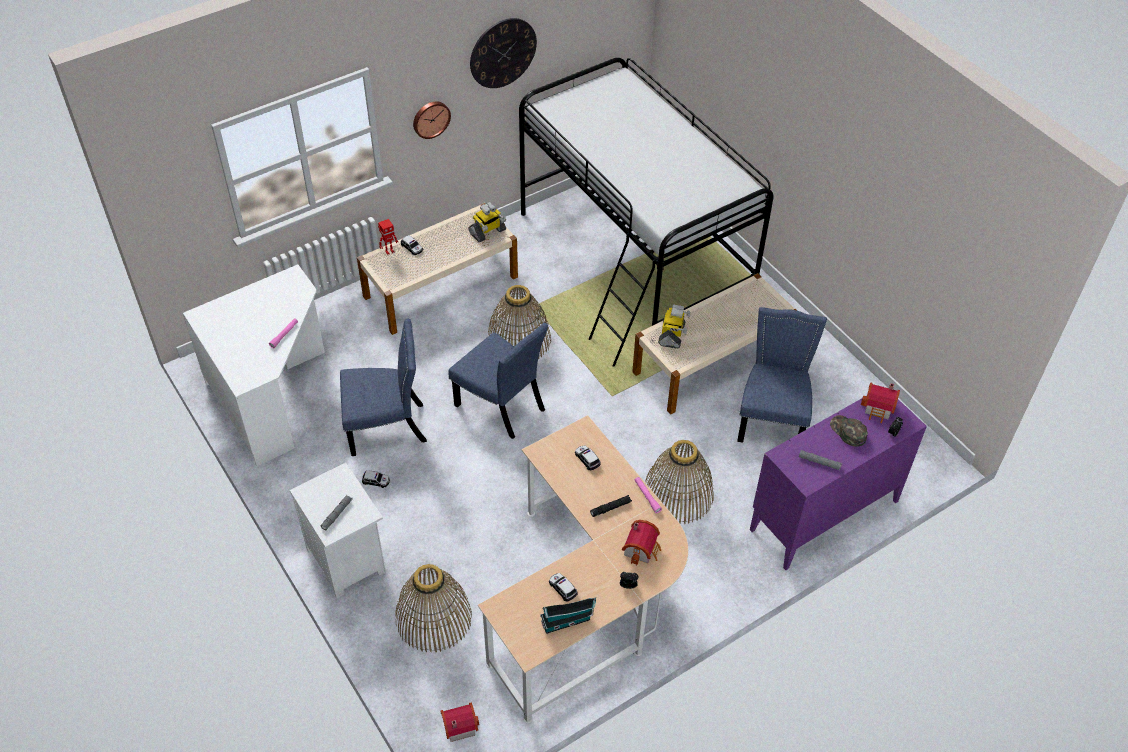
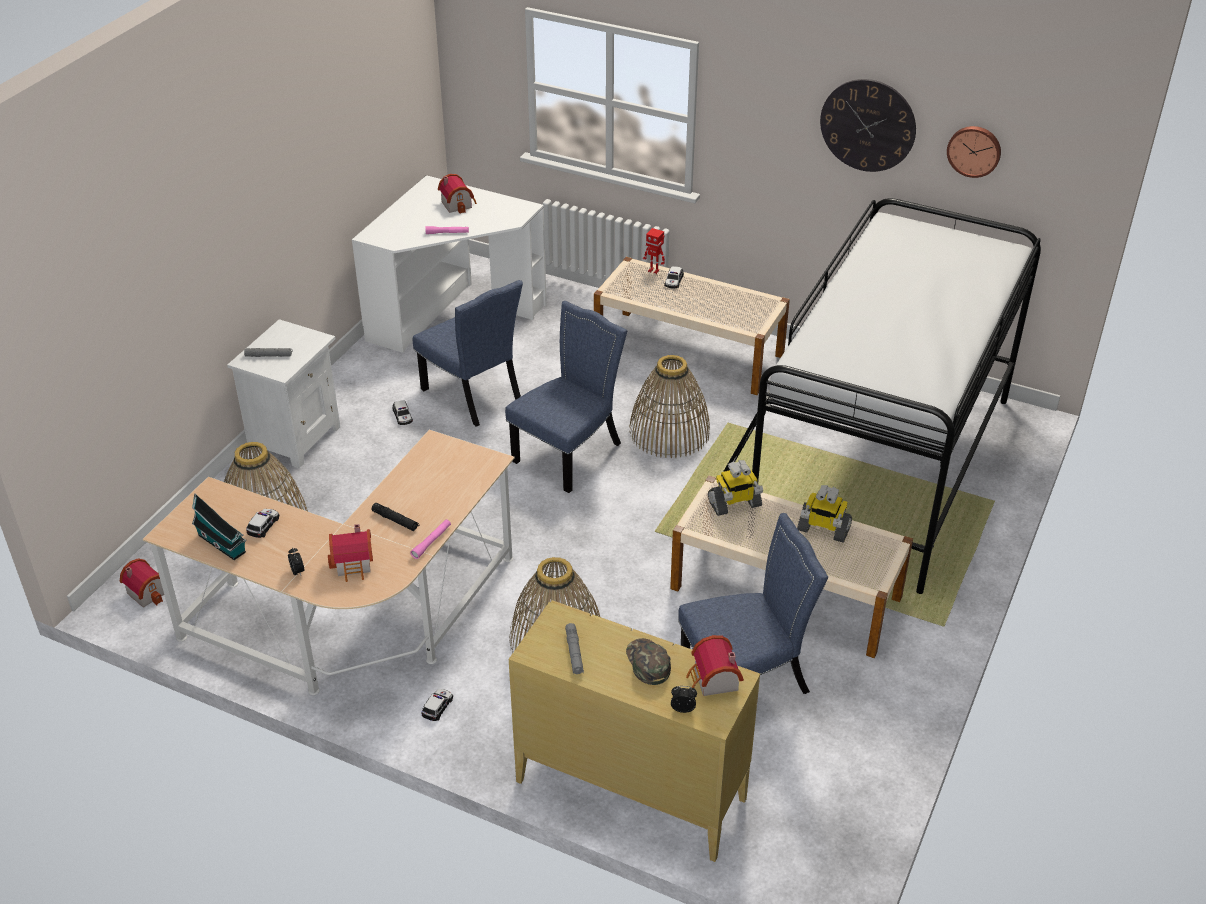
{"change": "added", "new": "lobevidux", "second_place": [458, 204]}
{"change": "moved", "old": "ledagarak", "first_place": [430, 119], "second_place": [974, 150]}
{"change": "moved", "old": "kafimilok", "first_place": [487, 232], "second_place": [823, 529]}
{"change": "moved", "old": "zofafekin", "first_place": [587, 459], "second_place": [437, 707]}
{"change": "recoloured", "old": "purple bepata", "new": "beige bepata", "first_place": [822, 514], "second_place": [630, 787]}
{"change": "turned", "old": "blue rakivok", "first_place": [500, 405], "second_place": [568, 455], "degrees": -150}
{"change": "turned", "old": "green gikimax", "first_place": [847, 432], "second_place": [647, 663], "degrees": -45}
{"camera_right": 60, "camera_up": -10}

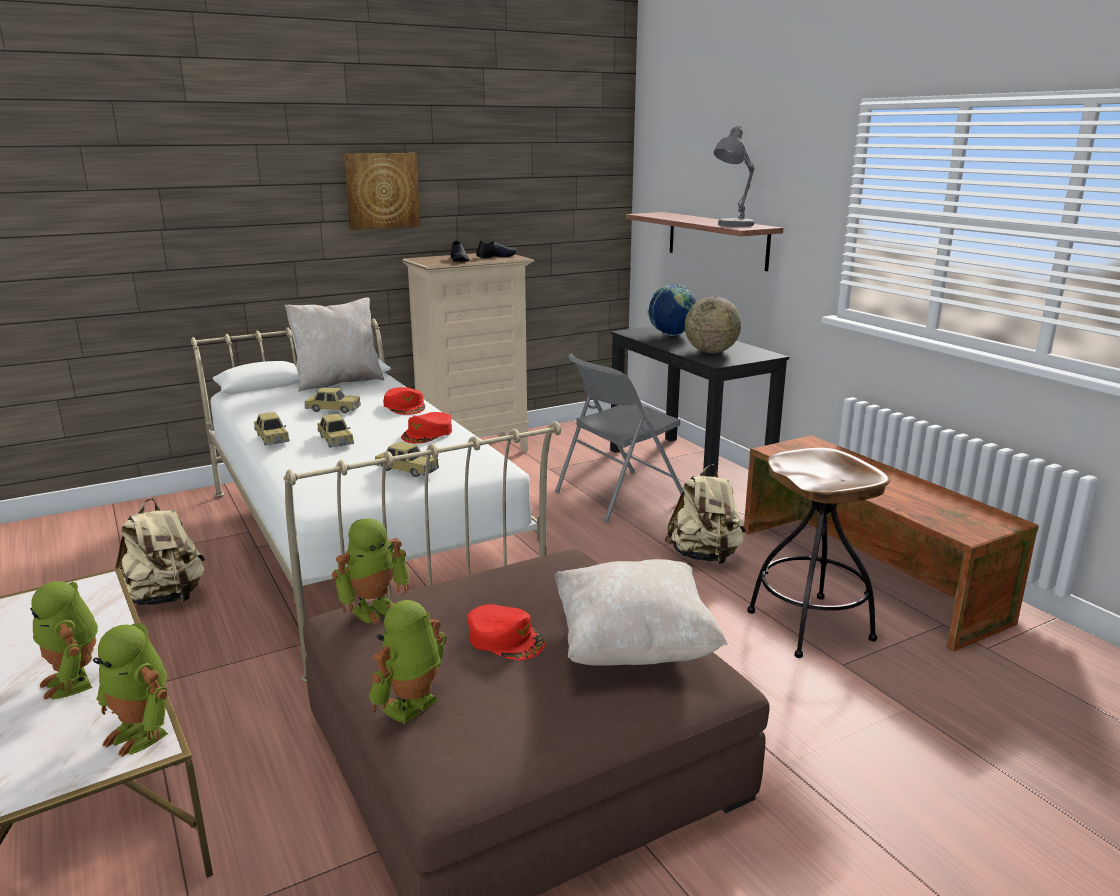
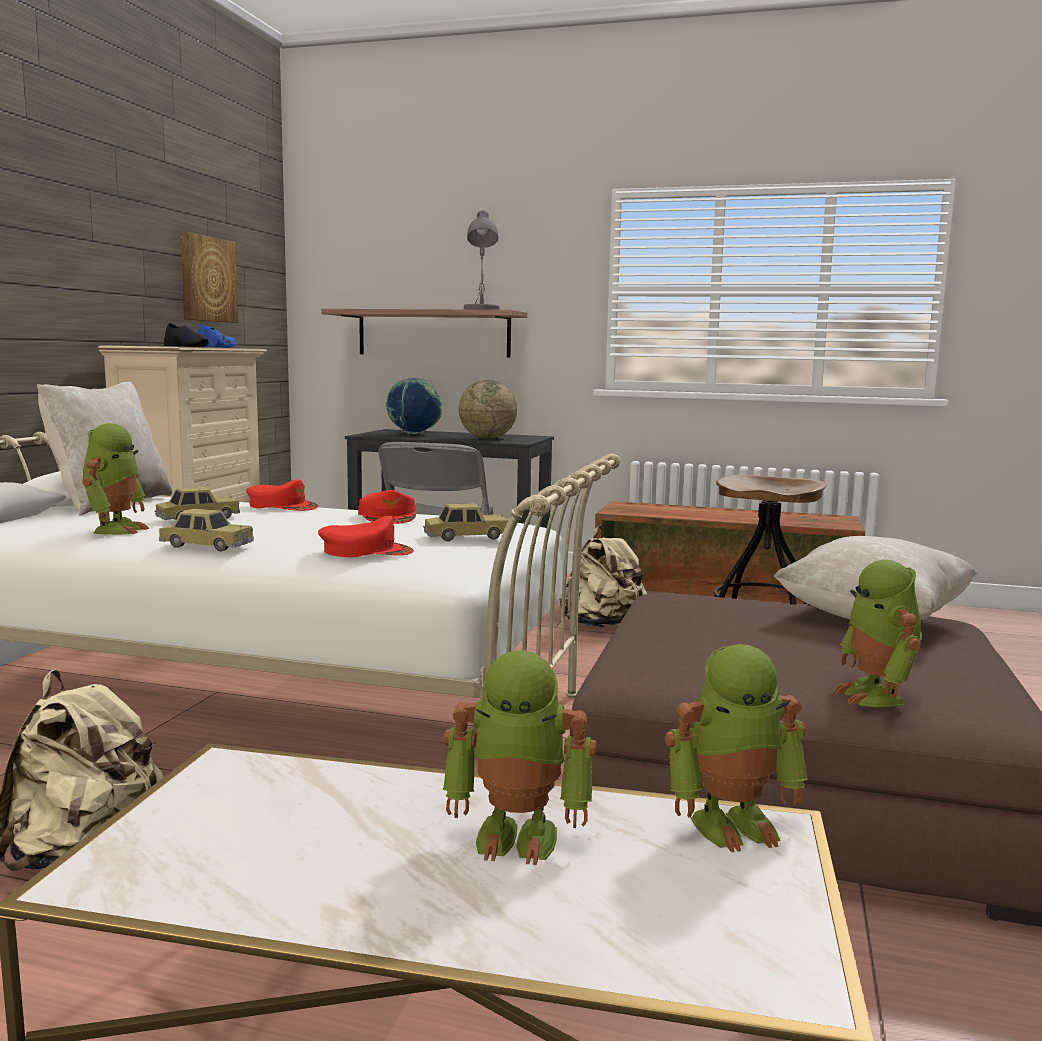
{"change": "removed", "old": "zofafekin", "first_place": [335, 440]}
{"change": "moved", "old": "kafimilok", "first_place": [374, 609], "second_place": [115, 530]}
{"change": "moved", "old": "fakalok", "first_place": [382, 190], "second_place": [207, 279]}
{"change": "moved", "old": "red gikimax", "first_place": [505, 639], "second_place": [366, 551]}
{"change": "recoloured", "old": "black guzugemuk", "new": "blue guzugemuk", "first_place": [496, 256], "second_place": [216, 347]}
{"camera_right": -45, "camera_up": -10}

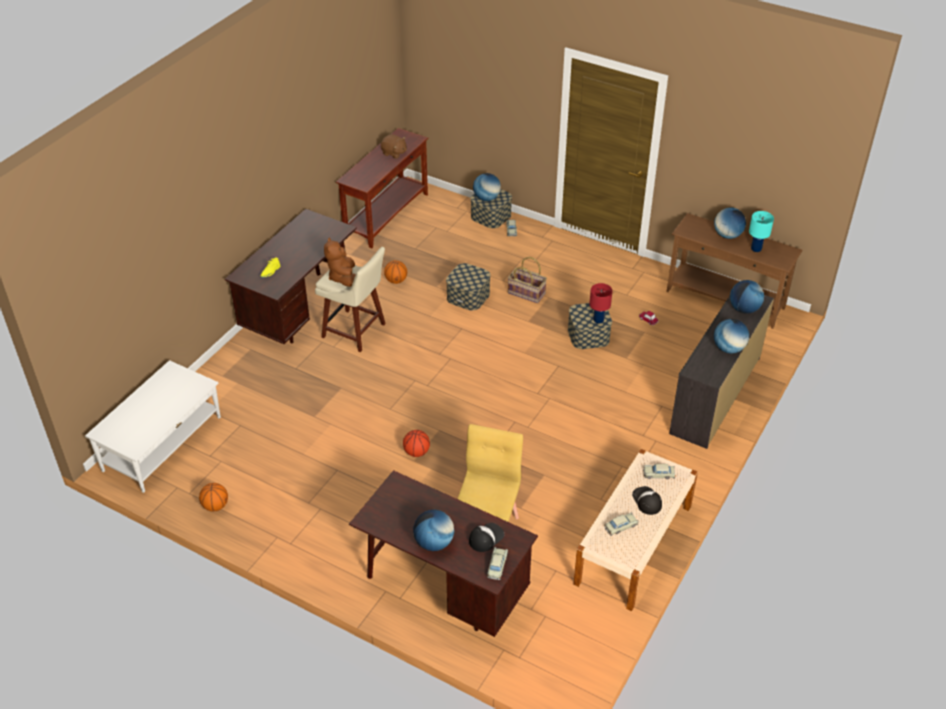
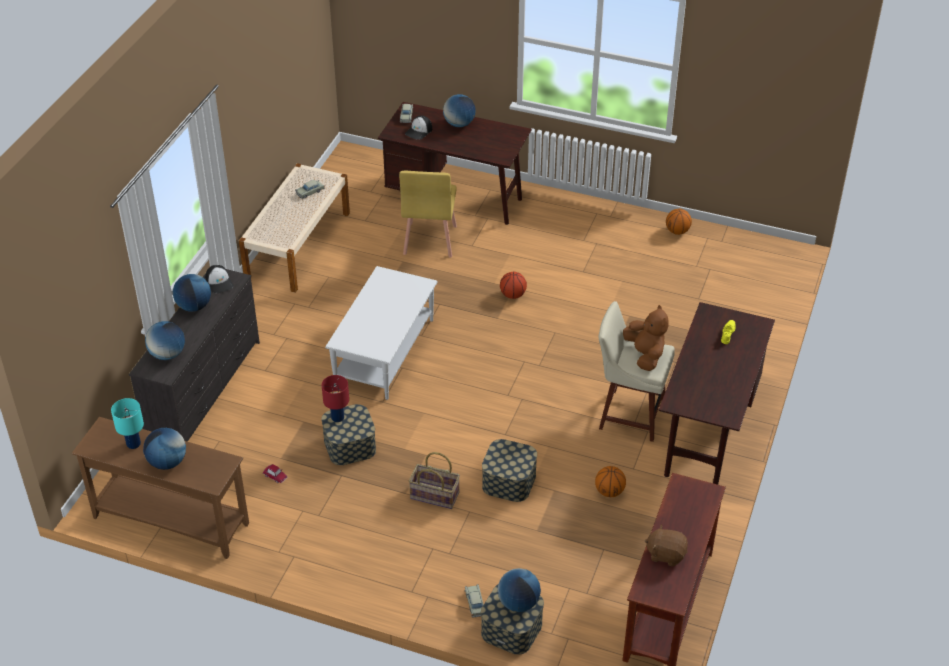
{"change": "removed", "old": "beige zofafekin", "first_place": [659, 474]}
{"change": "moved", "old": "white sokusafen", "first_place": [163, 443], "second_place": [384, 353]}
{"change": "moved", "old": "gikimax", "first_place": [646, 501], "second_place": [219, 282]}
{"camera_right": 170, "camera_up": 0}

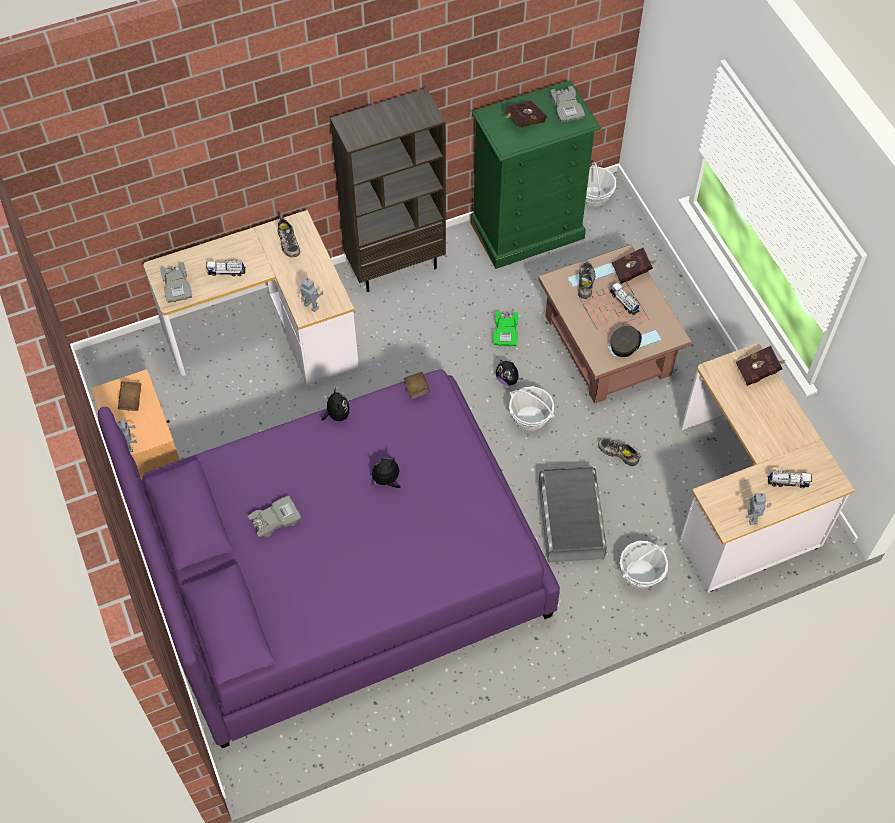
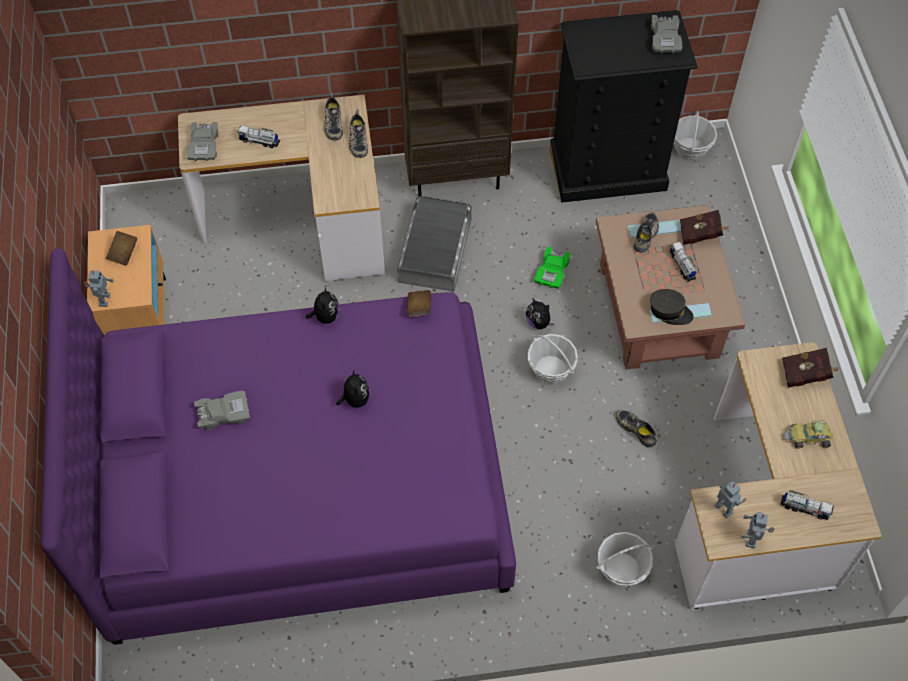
{"change": "removed", "old": "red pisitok", "first_place": [523, 122]}
{"change": "added", "new": "guzugemuk", "second_place": [357, 140]}
{"change": "added", "new": "zofafekin", "second_place": [808, 438]}
{"change": "moved", "old": "kafimilok", "first_place": [310, 307], "second_place": [722, 510]}
{"change": "moved", "old": "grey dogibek", "first_place": [571, 519], "second_place": [435, 250]}
{"change": "recoloured", "old": "green bepata", "new": "black bepata", "first_place": [528, 230], "second_place": [608, 170]}
{"change": "turned", "old": "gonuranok", "first_place": [386, 481], "second_place": [355, 399], "degrees": 90}
{"change": "turned", "old": "grey gikimax", "first_place": [625, 344], "second_place": [670, 311], "degrees": 60}
{"camera_right": 15, "camera_up": 0}

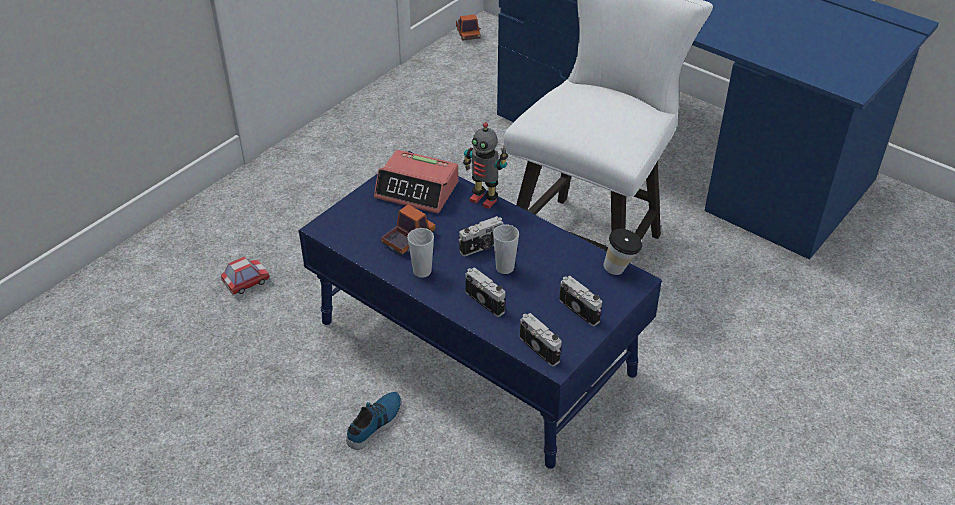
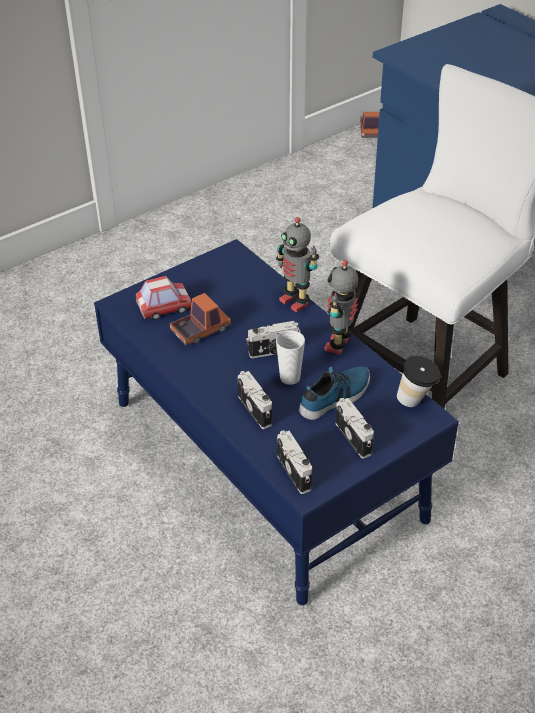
{"change": "removed", "old": "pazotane", "first_place": [417, 190]}
{"change": "removed", "old": "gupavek", "first_place": [422, 271]}
{"change": "added", "new": "kafimilok", "second_place": [339, 345]}
{"change": "moved", "old": "zofafekin", "first_place": [246, 282], "second_place": [164, 308]}
{"change": "moved", "old": "guzugemuk", "first_place": [376, 424], "second_place": [336, 397]}
{"camera_right": 15, "camera_up": 0}

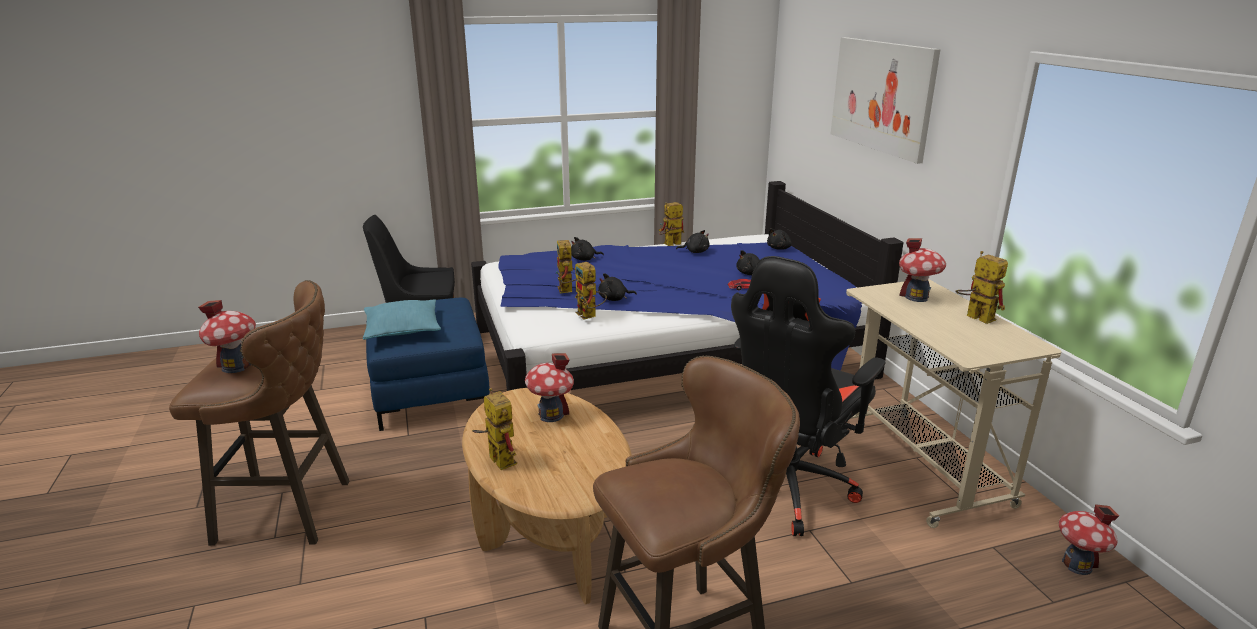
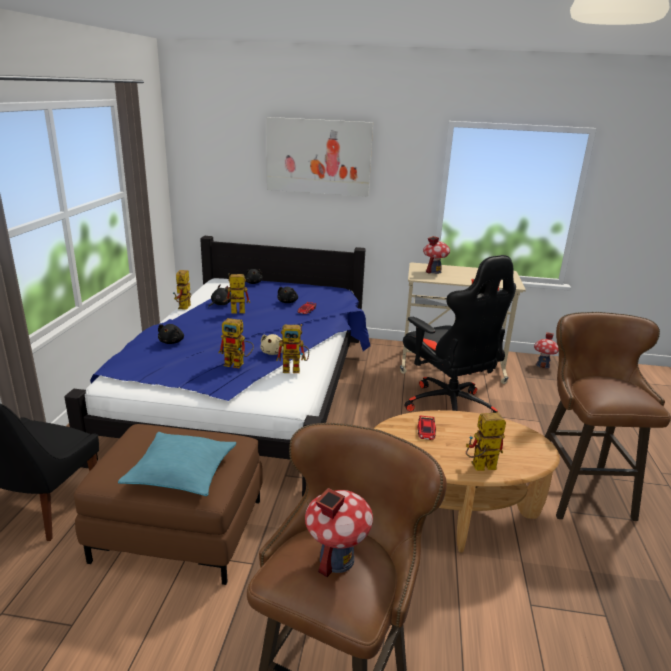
{"change": "moved", "old": "kafimilok", "first_place": [974, 316], "second_place": [234, 312]}
{"change": "replaced", "old": "lobevidux", "new": "zofafekin", "first_place": [551, 415], "second_place": [426, 430]}
{"change": "recoloured", "old": "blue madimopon", "new": "brown madimopon", "first_place": [431, 391], "second_place": [180, 529]}
{"change": "recoloured", "old": "black gonuranok", "new": "beige gonuranok", "first_place": [614, 299], "second_place": [273, 352]}
{"camera_right": -65, "camera_up": 0}

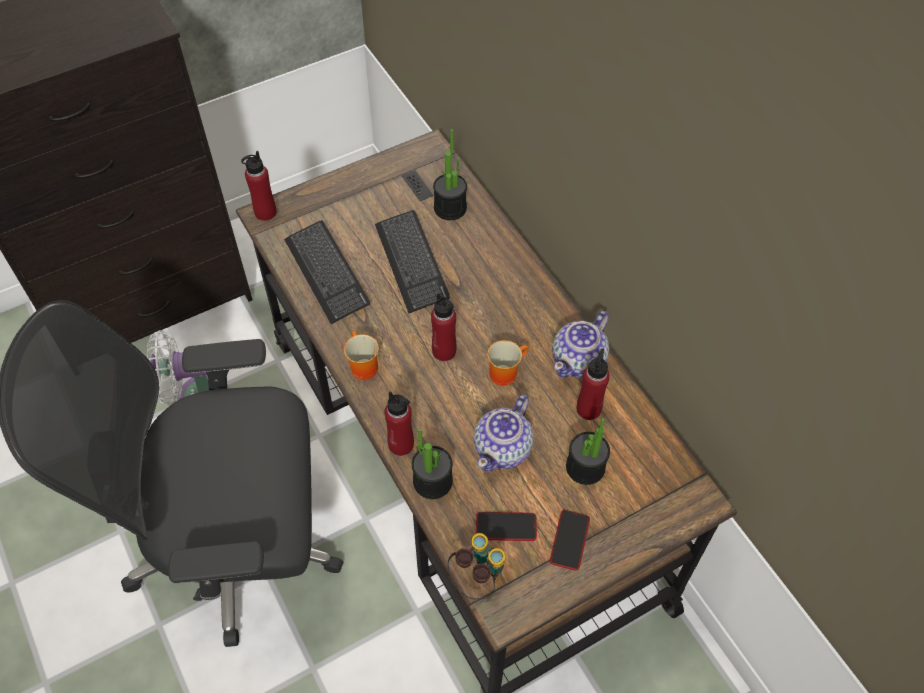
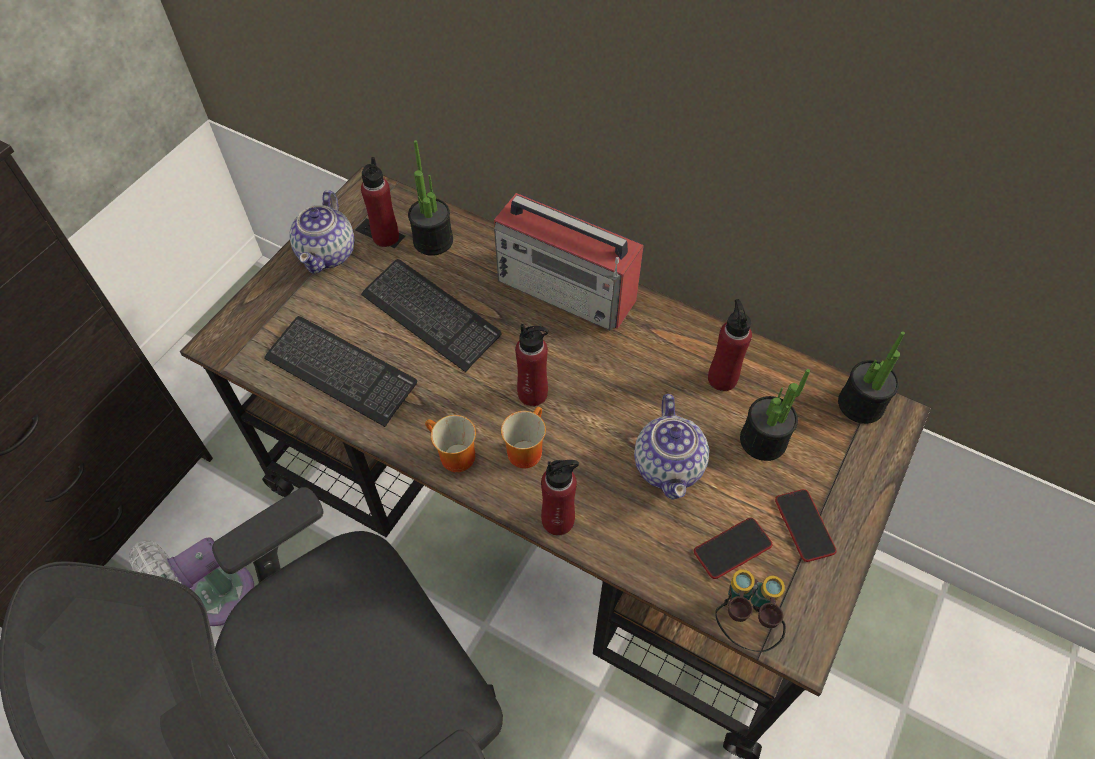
{"change": "added", "new": "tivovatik", "second_place": [567, 290]}
{"change": "moved", "old": "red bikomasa", "first_place": [265, 212], "second_place": [386, 237]}
{"change": "moved", "old": "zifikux", "first_place": [432, 481], "second_place": [860, 404]}
{"change": "moved", "old": "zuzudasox", "first_place": [504, 371], "second_place": [524, 448]}
{"change": "moved", "old": "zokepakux", "first_place": [579, 360], "second_place": [328, 253]}
{"camera_right": -30, "camera_up": 0}

